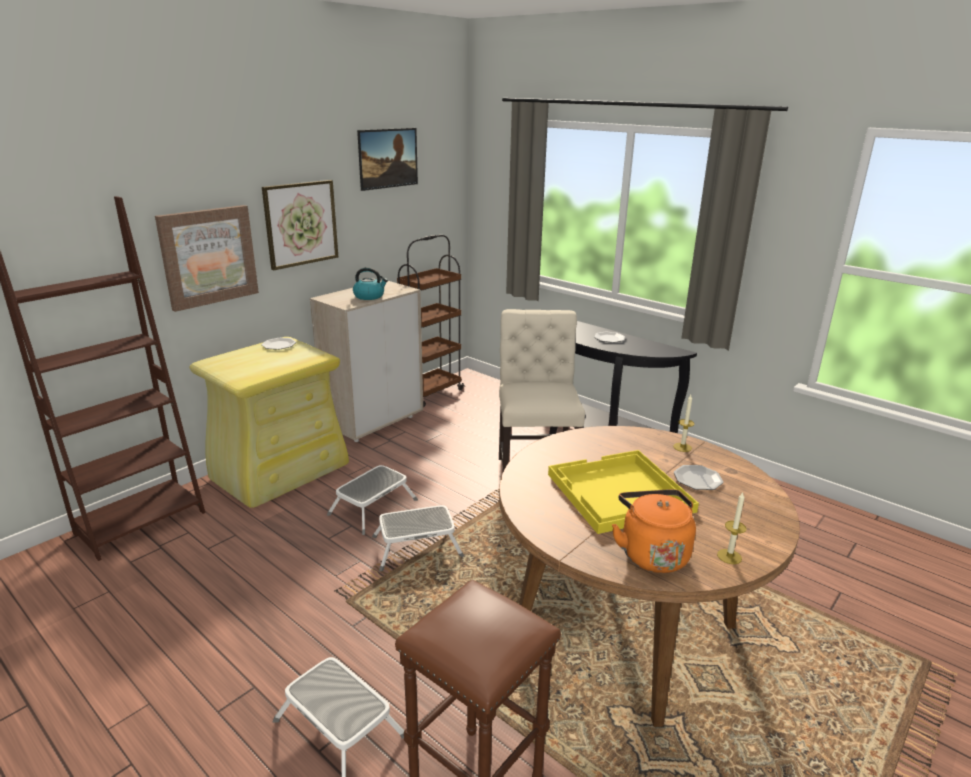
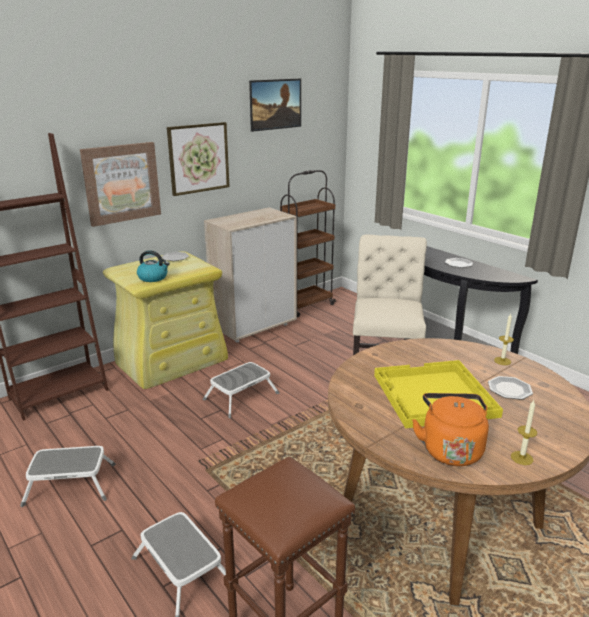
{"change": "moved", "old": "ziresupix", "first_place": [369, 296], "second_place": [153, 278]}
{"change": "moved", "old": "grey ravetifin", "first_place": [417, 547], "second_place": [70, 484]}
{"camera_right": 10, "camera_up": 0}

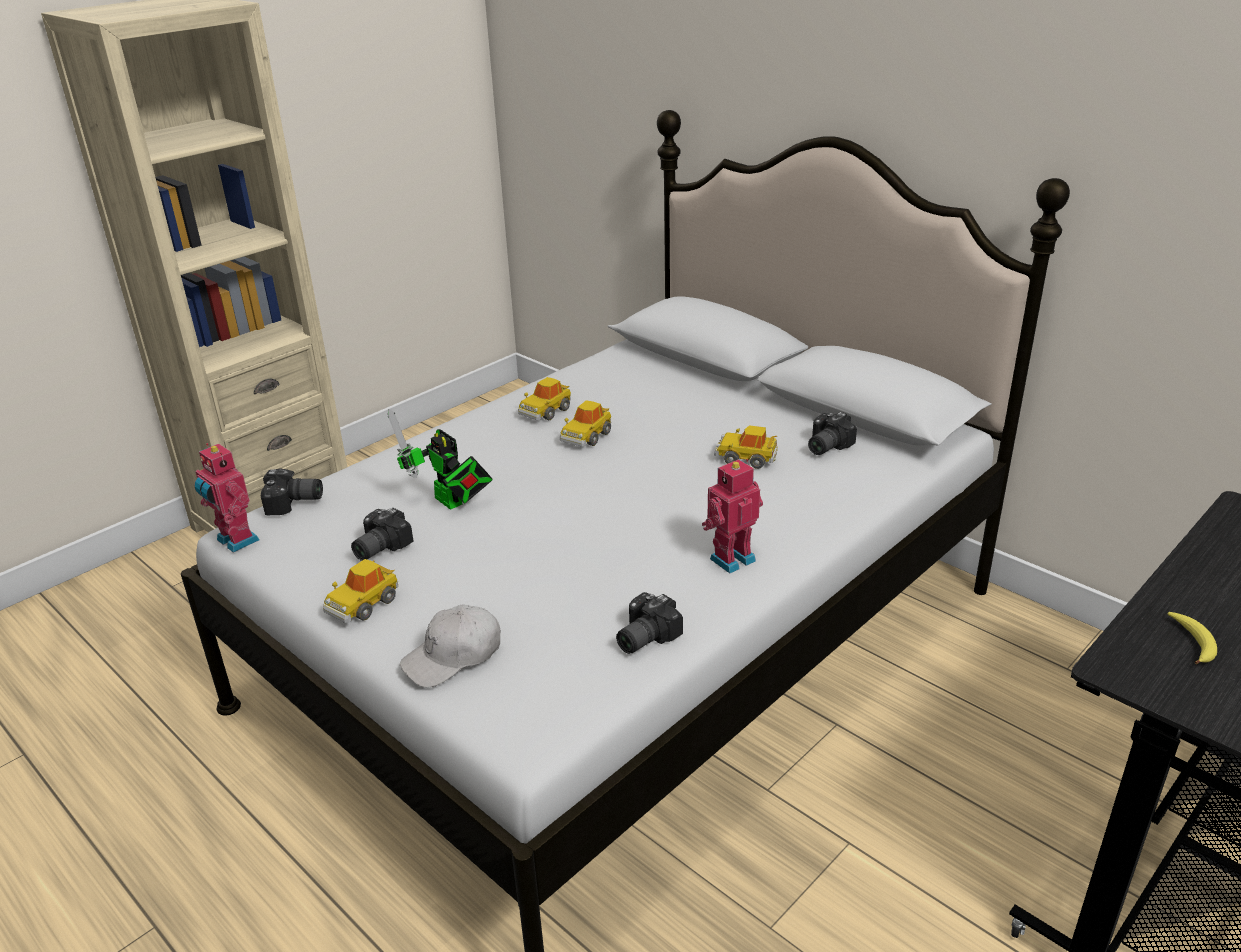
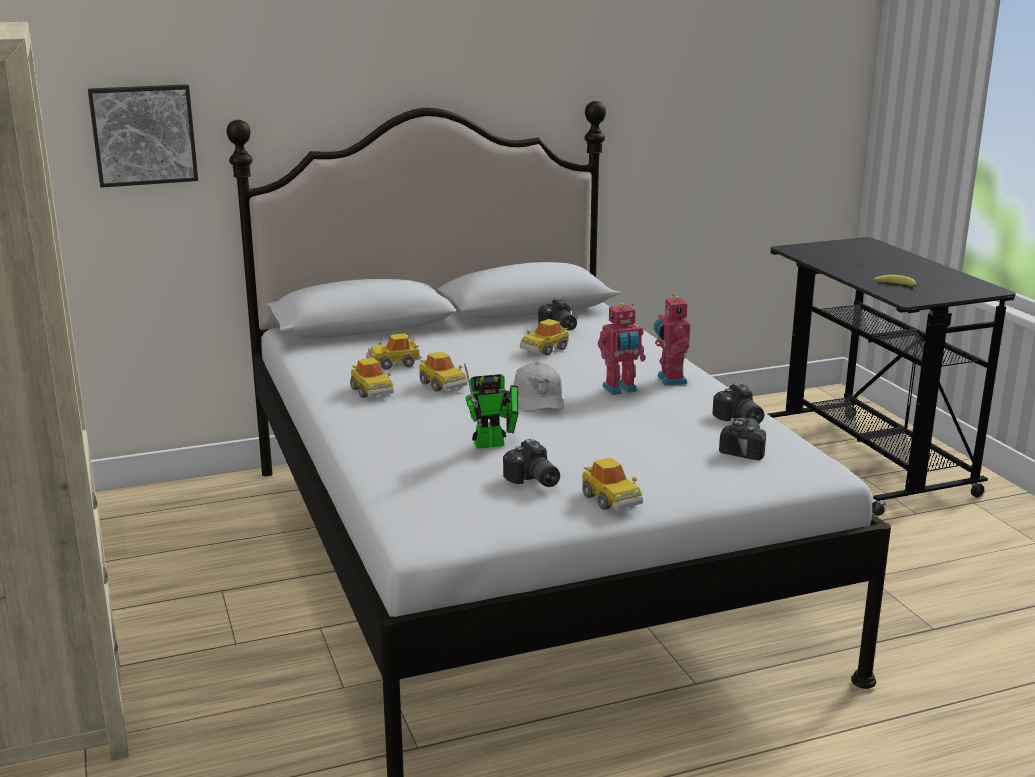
{"change": "added", "new": "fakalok", "second_place": [143, 134]}
{"change": "added", "new": "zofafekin", "second_place": [394, 363]}
{"change": "moved", "old": "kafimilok", "first_place": [235, 541], "second_place": [620, 389]}
{"change": "moved", "old": "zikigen", "first_place": [294, 503], "second_place": [747, 448]}
{"change": "moved", "old": "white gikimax", "first_place": [453, 656], "second_place": [539, 399]}
{"camera_right": -65, "camera_up": -10}

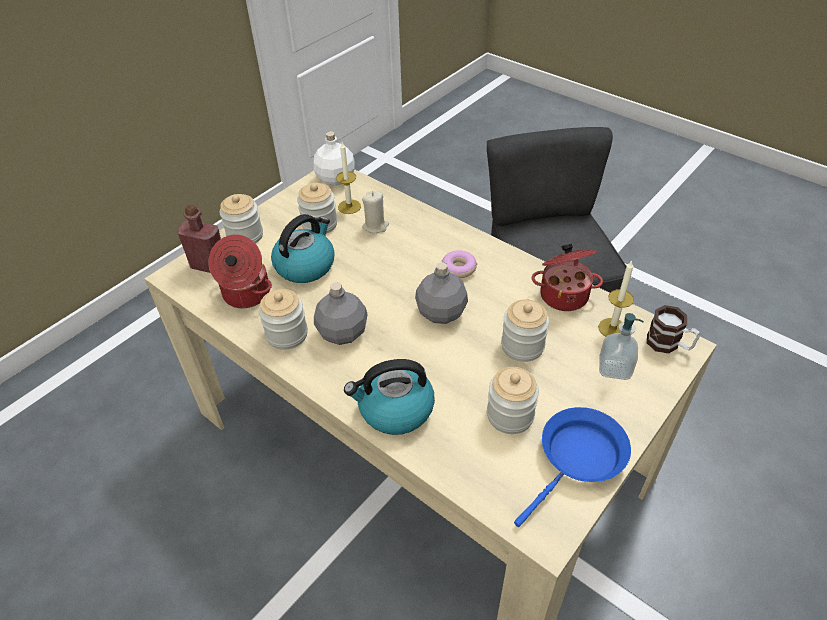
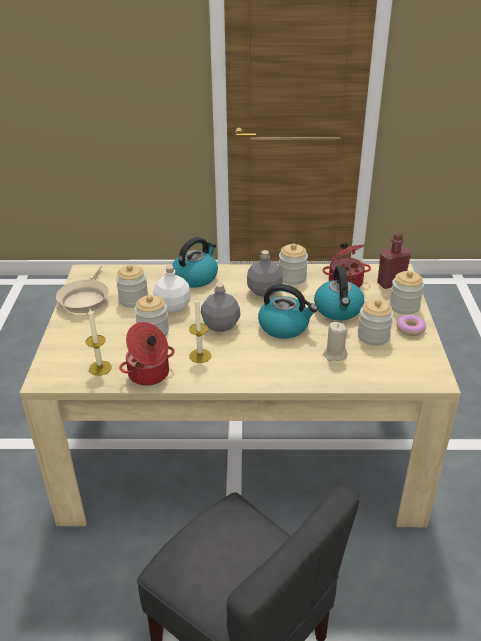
{"change": "removed", "old": "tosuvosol", "first_place": [614, 368]}
{"change": "removed", "old": "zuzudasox", "first_place": [669, 344]}
{"change": "added", "new": "ziresupix", "second_place": [284, 326]}
{"change": "moved", "old": "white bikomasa", "first_place": [335, 179], "second_place": [172, 306]}
{"change": "moved", "old": "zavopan", "first_place": [349, 206], "second_place": [200, 356]}
{"change": "moved", "old": "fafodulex", "first_place": [459, 268], "second_place": [410, 329]}
{"change": "recoloured", "old": "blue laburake", "new": "beige laburake", "first_place": [578, 459], "second_place": [85, 299]}
{"camera_right": 140, "camera_up": -10}

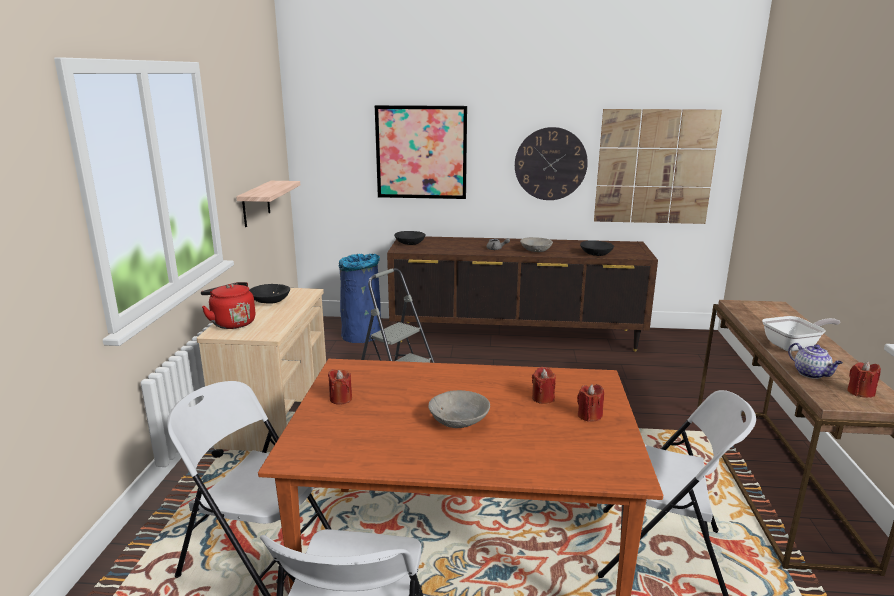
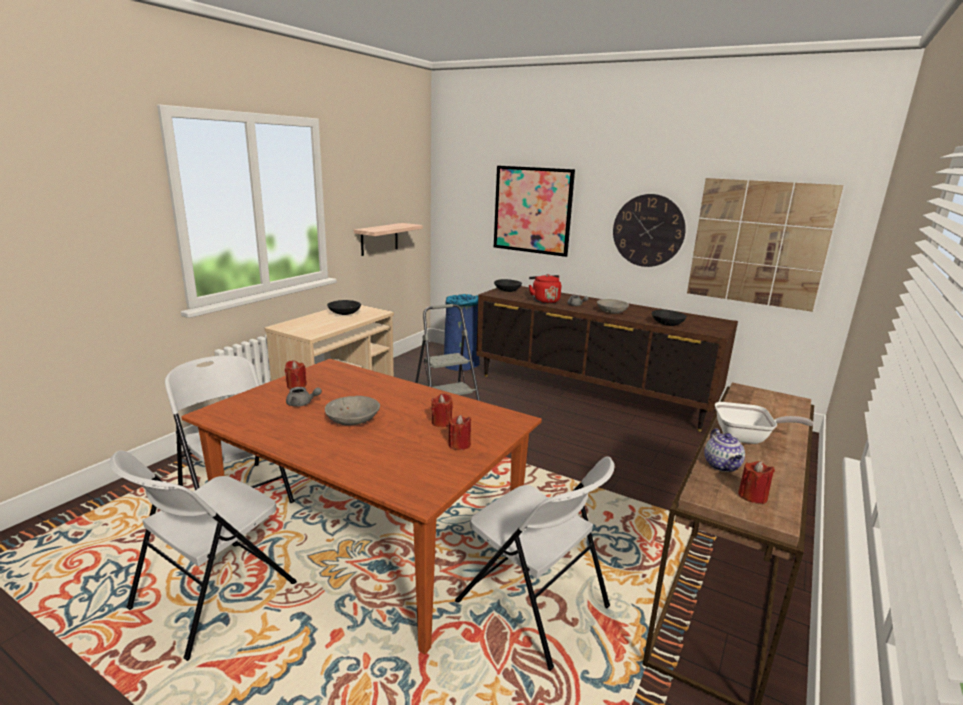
{"change": "added", "new": "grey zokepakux", "second_place": [302, 404]}
{"change": "moved", "old": "red ziresupix", "first_place": [231, 323], "second_place": [544, 300]}
{"camera_right": 25, "camera_up": 0}

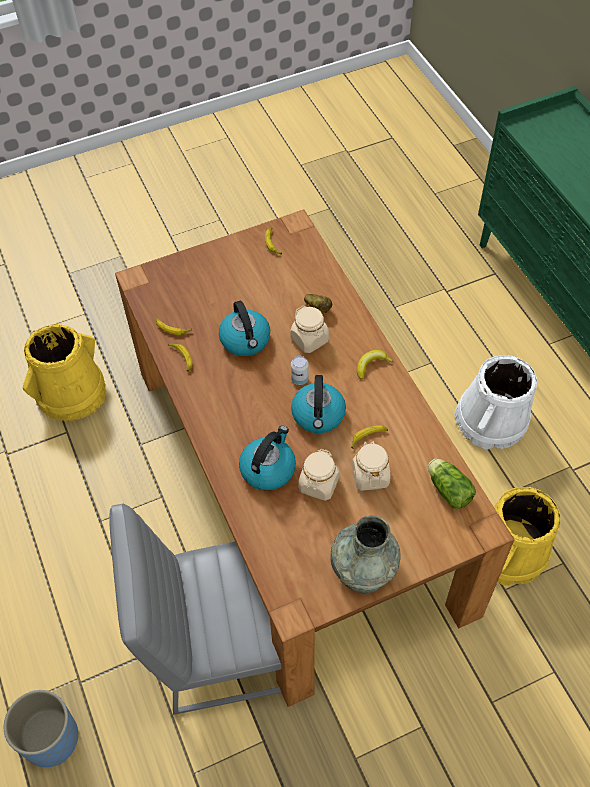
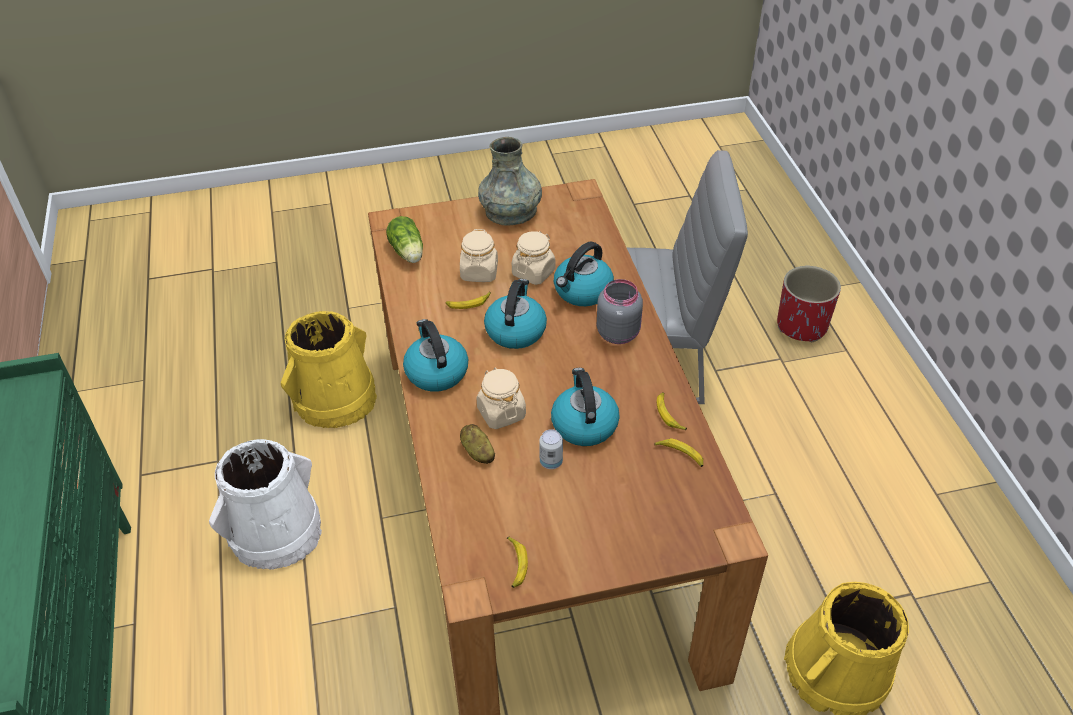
{"change": "added", "new": "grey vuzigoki", "second_place": [618, 332]}
{"change": "moved", "old": "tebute", "first_place": [299, 379], "second_place": [551, 462]}
{"change": "replaced", "old": "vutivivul", "new": "ziresupix", "first_place": [371, 365], "second_place": [436, 372]}
{"change": "recoloured", "old": "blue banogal", "new": "red banogal", "first_place": [50, 739], "second_place": [802, 325]}
{"camera_right": -170, "camera_up": -10}

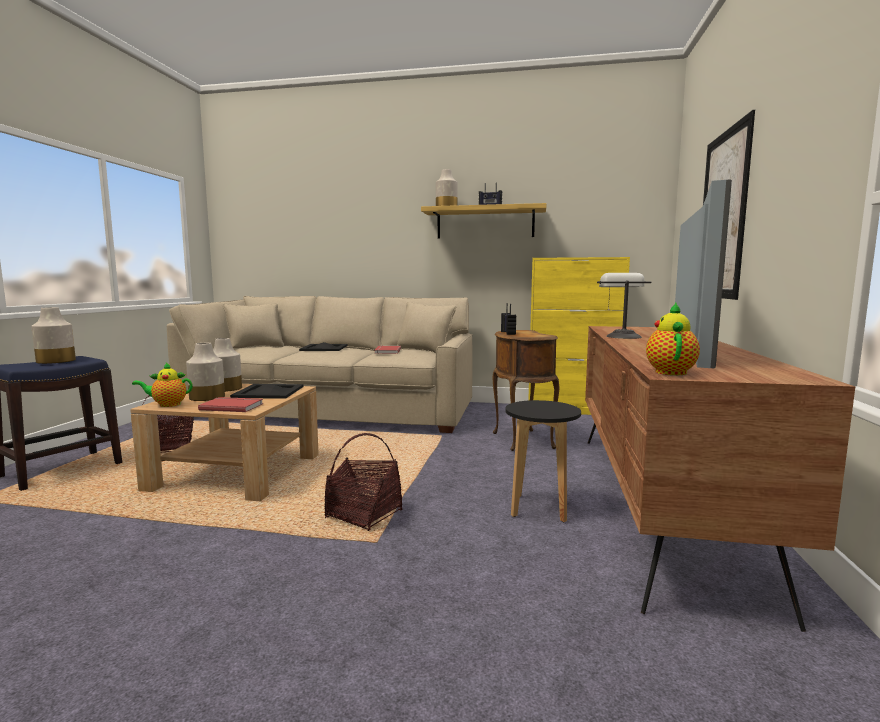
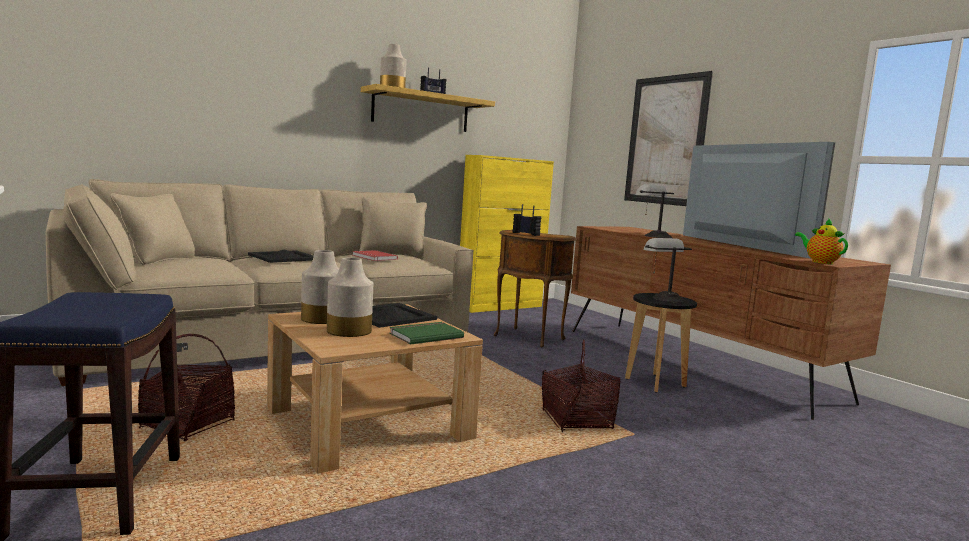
{"change": "removed", "old": "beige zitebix", "first_place": [56, 361]}
{"change": "removed", "old": "zokepakux", "first_place": [167, 405]}
{"change": "added", "new": "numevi", "second_place": [663, 297]}
{"change": "recoloured", "old": "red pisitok", "new": "green pisitok", "first_place": [232, 406], "second_place": [425, 335]}
{"camera_right": -45, "camera_up": 0}

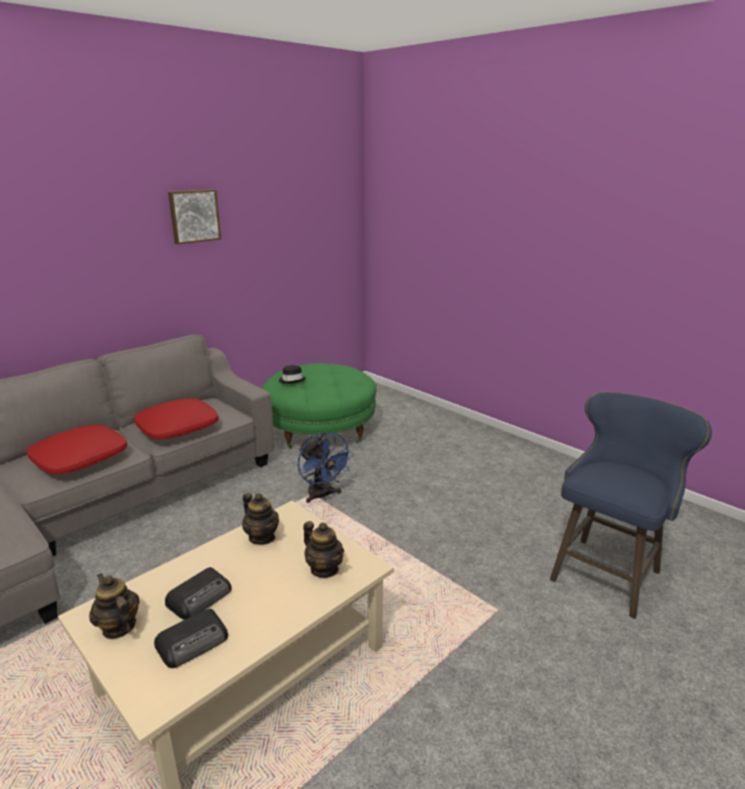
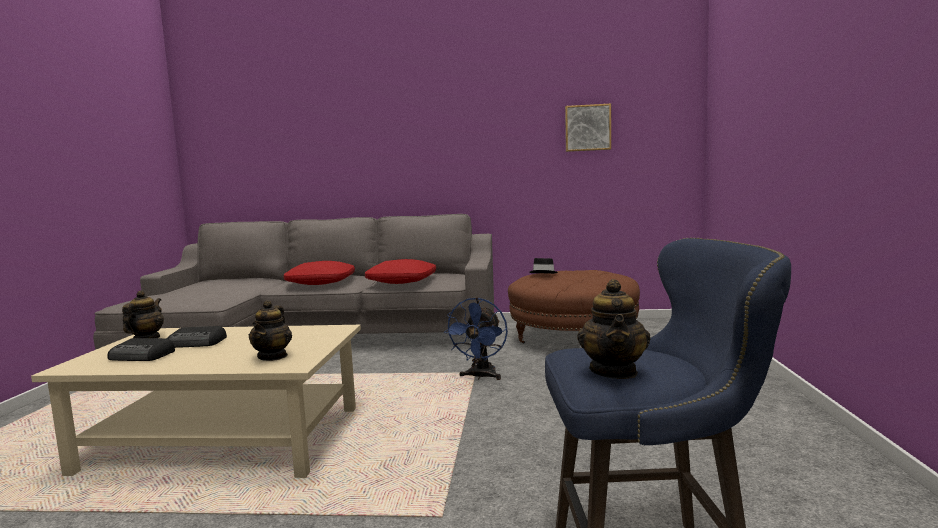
{"change": "moved", "old": "fakalok", "first_place": [194, 216], "second_place": [587, 128]}
{"change": "moved", "old": "zokepakux", "first_place": [262, 537], "second_place": [614, 371]}
{"change": "recoloured", "old": "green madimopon", "new": "brown madimopon", "first_place": [320, 430], "second_place": [573, 339]}
{"camera_right": 50, "camera_up": -15}

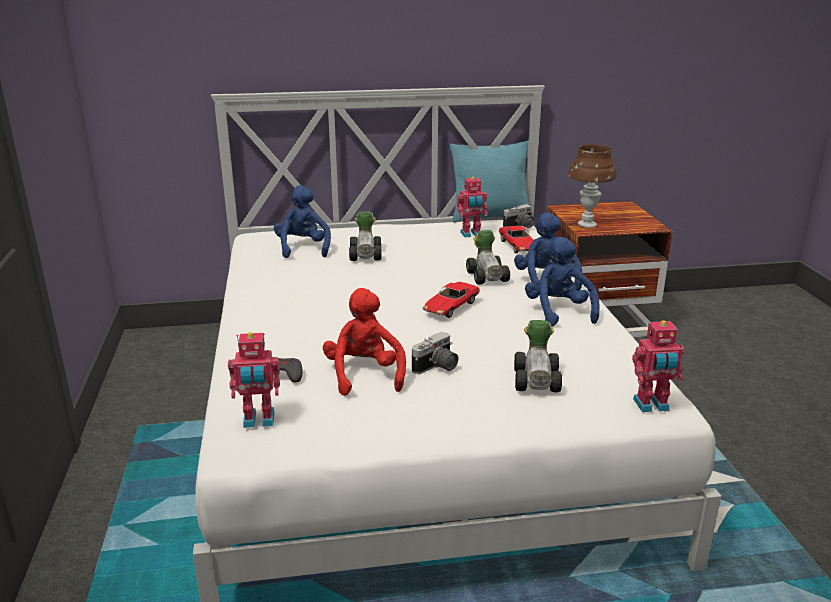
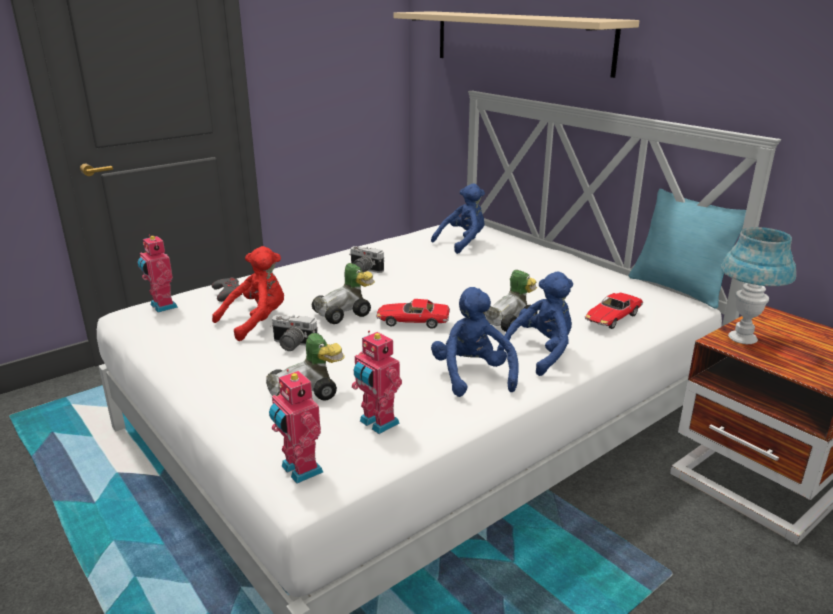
{"change": "added", "new": "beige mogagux", "second_place": [519, 41]}
{"change": "moved", "old": "zofafekin", "first_place": [366, 254], "second_place": [345, 314]}
{"change": "moved", "old": "kafimilok", "first_place": [471, 234], "second_place": [377, 423]}
{"change": "moved", "old": "zikigen", "first_place": [520, 227], "second_place": [363, 270]}
{"change": "recoloured", "old": "brown numevi", "new": "blue numevi", "first_place": [587, 225], "second_place": [742, 338]}
{"change": "turned", "old": "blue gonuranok", "first_place": [558, 312], "second_place": [472, 375], "degrees": -60}
{"camera_right": 60, "camera_up": 0}

